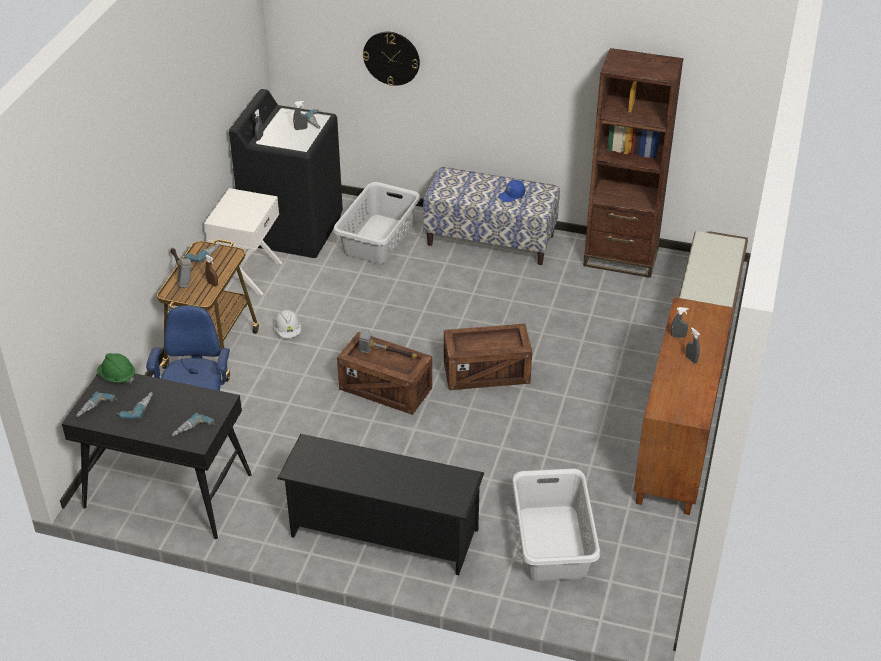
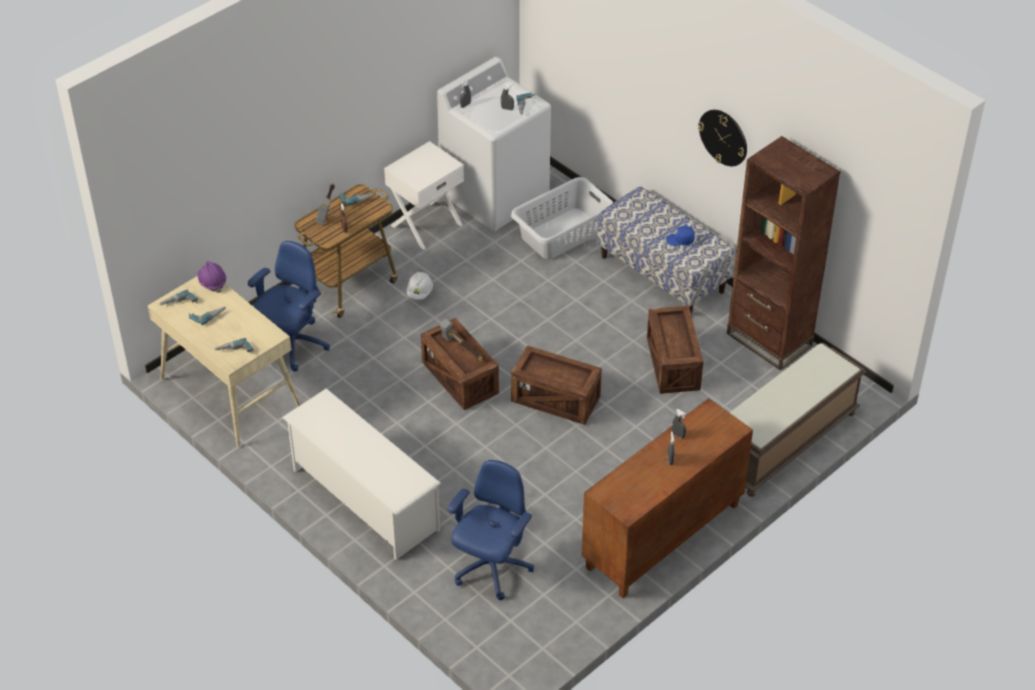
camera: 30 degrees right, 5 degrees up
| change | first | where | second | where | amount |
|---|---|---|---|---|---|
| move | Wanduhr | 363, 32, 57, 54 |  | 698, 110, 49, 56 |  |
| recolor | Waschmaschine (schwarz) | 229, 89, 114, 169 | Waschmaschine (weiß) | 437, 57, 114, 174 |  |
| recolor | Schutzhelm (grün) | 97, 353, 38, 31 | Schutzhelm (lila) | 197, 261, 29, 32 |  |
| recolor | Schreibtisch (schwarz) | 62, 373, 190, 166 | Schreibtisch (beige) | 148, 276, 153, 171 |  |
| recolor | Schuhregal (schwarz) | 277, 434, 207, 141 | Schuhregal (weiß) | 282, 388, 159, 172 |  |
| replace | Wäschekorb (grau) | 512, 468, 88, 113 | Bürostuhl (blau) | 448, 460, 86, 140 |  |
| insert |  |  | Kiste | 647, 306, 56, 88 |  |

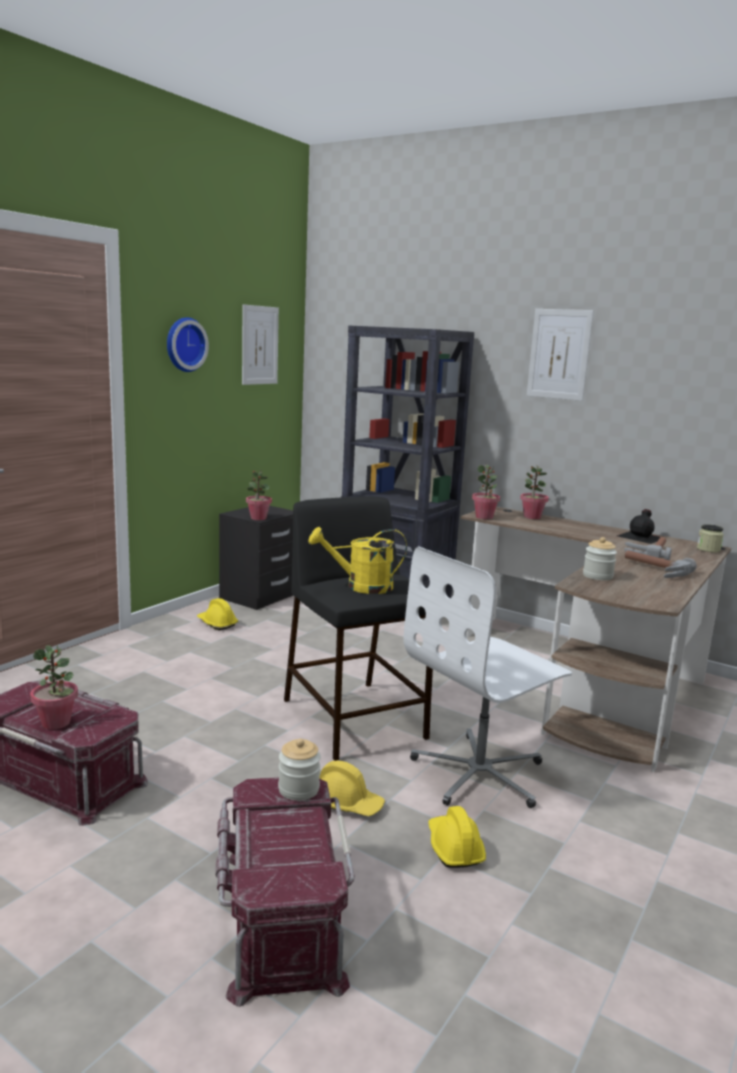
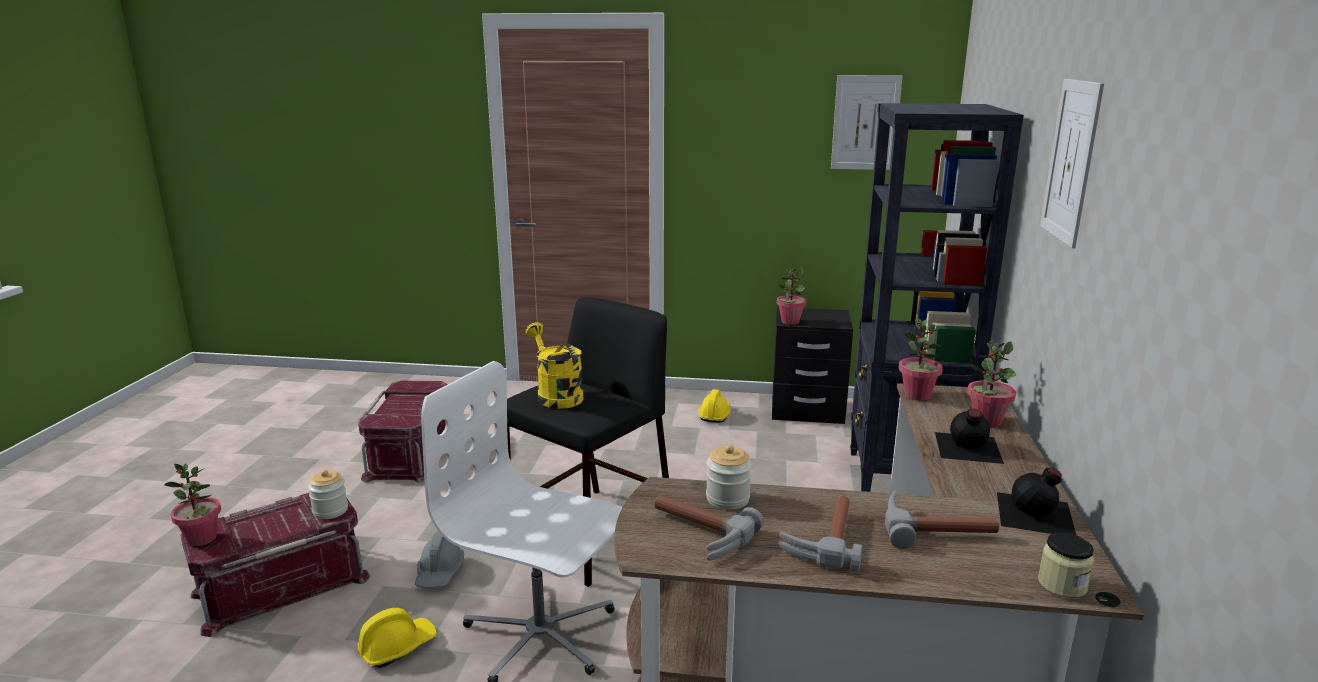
camera: 65 degrees right, 5 degrees up
| change | first | where | second | where | amount |
|---|---|---|---|---|---|
| delete | Wanduhr | 167, 317, 42, 55 |  |  |  |
| move | Topfpflanze | 30, 645, 48, 84 |  | 164, 463, 57, 83 |  |
| recolor | Schutzhelm (gelb) | 319, 761, 66, 55 | Schutzhelm (grau) | 415, 531, 49, 57 |  |
| insert |  |  | Flasche (schwarz) | 935, 409, 69, 55 |  |
| insert |  |  | Hammer | 655, 495, 109, 66 |  |

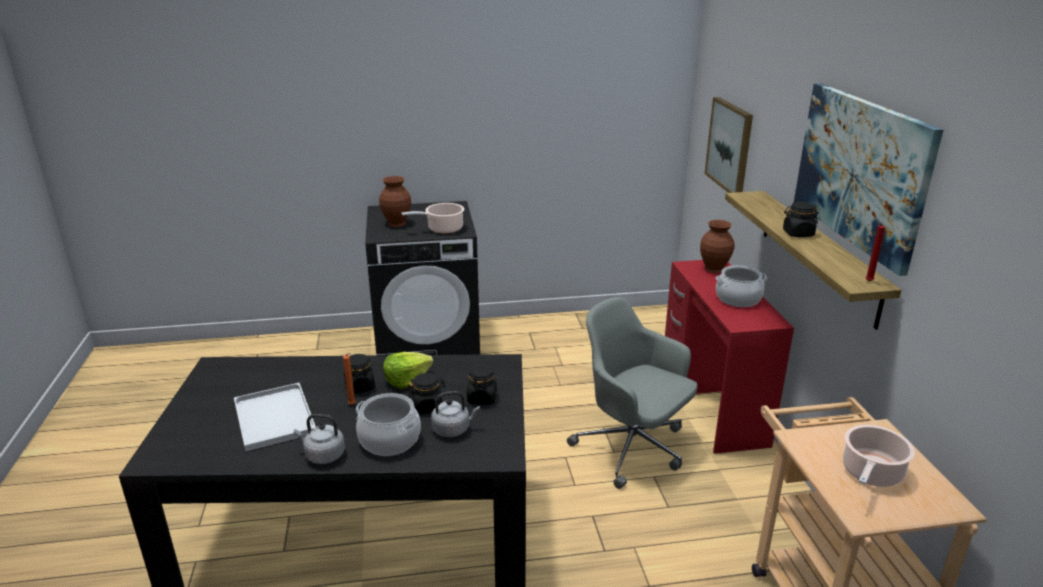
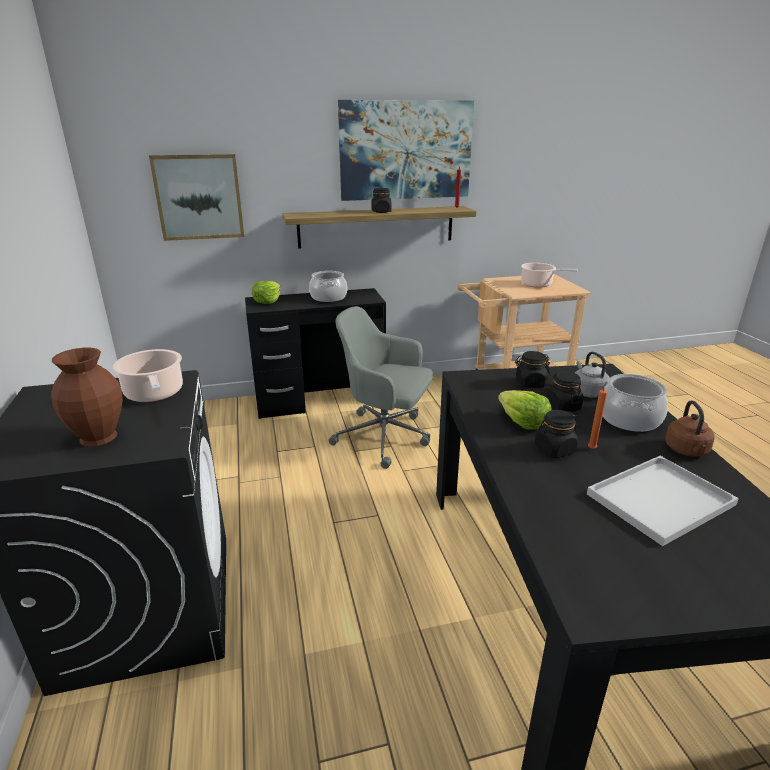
camera: 95 degrees left, 0 degrees up
| change | first | where | second | where | amount |
|---|---|---|---|---|---|
| replace | Vase (braun) | 700, 220, 34, 53 | Salatkopf | 252, 281, 29, 23 |  |
| recolor | Schreibtisch (rot) | 665, 260, 129, 194 | Schreibtisch (schwarz) | 245, 288, 141, 131 |  |
| rotate | Bürostuhl (grau) | 567, 297, 131, 192 |  | 329, 306, 104, 163 | 75 degrees clockwise |
| recolor | Wasserkessel (grau) | 294, 414, 51, 50 | Wasserkessel (braun) | 665, 400, 50, 57 |  |

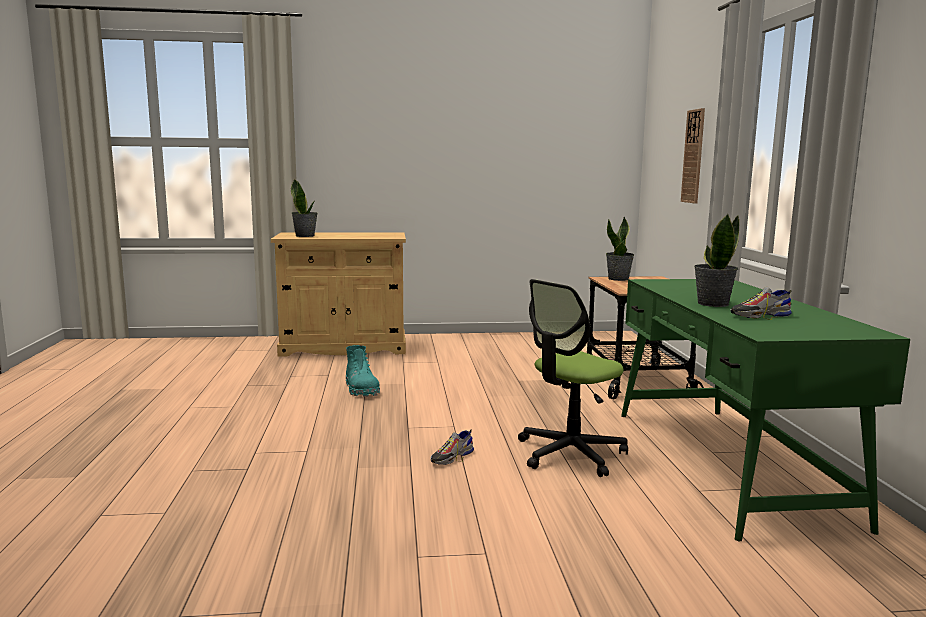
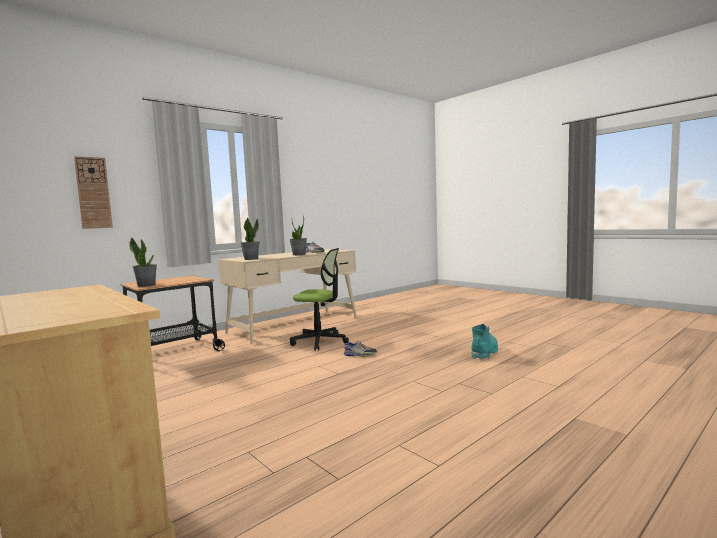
camera: 125 degrees left, 5 degrees down
| change | first | where | second | where | amount |
|---|---|---|---|---|---|
| move | Topfpflanze | 291, 179, 27, 58 |  | 241, 217, 18, 43 |  |
| recolor | Schreibtisch (grün) | 621, 279, 289, 262 | Schreibtisch (beige) | 218, 249, 139, 96 |  |
| move | Stiefel (türkis) | 346, 345, 34, 52 |  | 471, 324, 27, 36 |  |

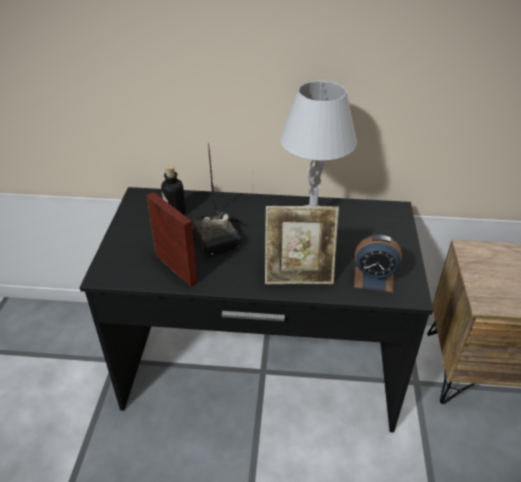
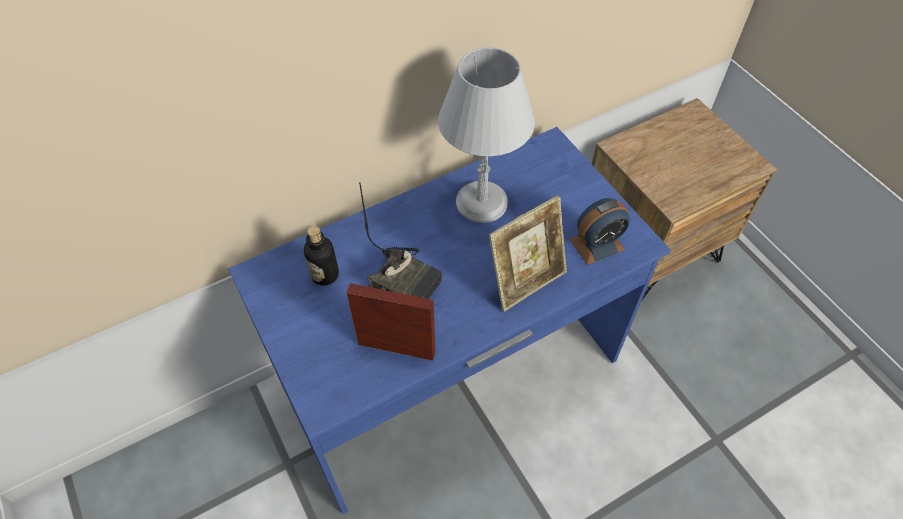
camera: 35 degrees left, 15 degrees up
| change | first | where | second | where | amount |
|---|---|---|---|---|---|
| recolor | Schreibtisch (schwarz) | 80, 187, 353, 246 | Schreibtisch (blau) | 228, 127, 443, 387 |  |

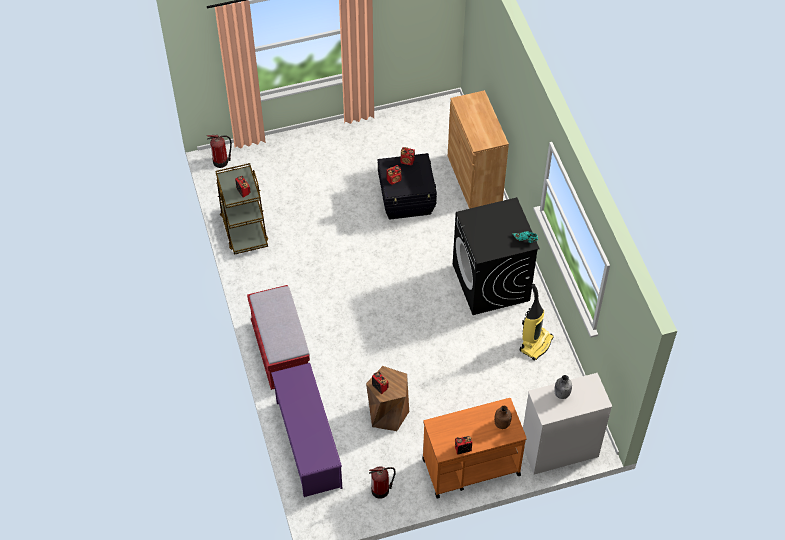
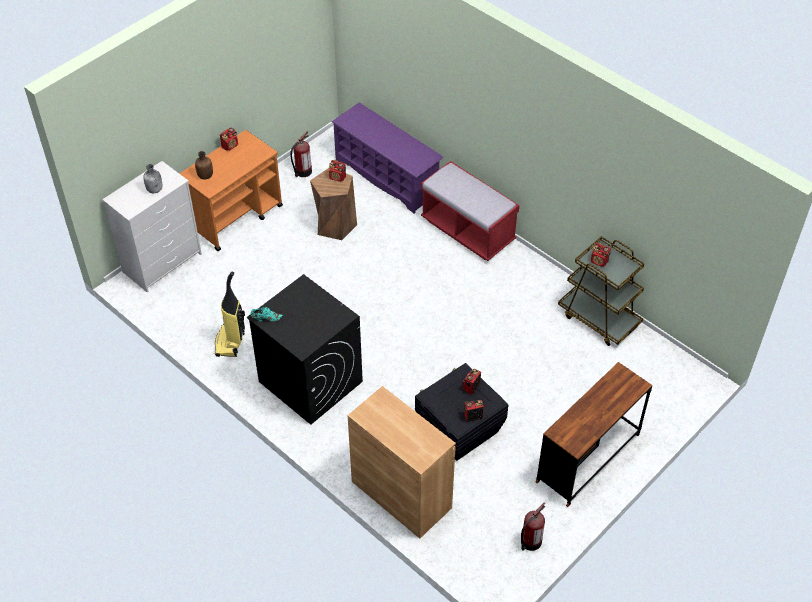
camera: 150 degrees right, 5 degrees down
| change | first | where | second | where | amount |
|---|---|---|---|---|---|
| move | Feuerlöscher | 207, 135, 25, 33 |  | 521, 502, 25, 49 |  |
| insert |  |  | Schreibtisch (braun) | 535, 362, 117, 145 |  |

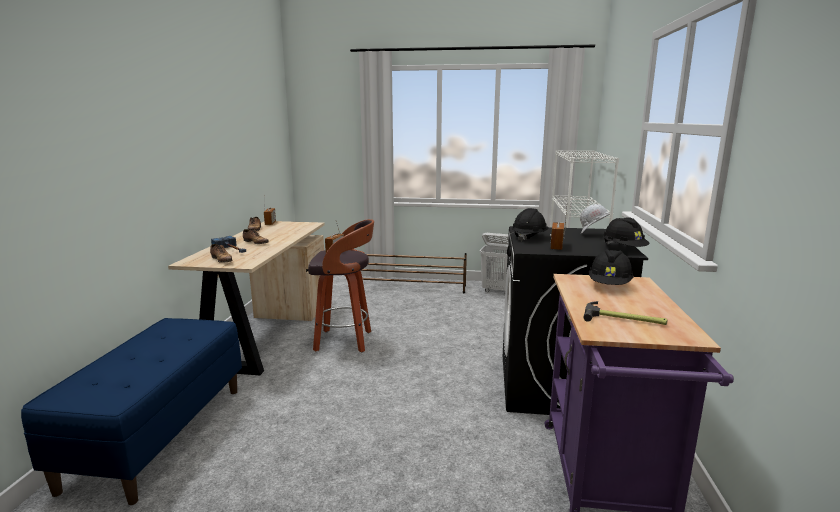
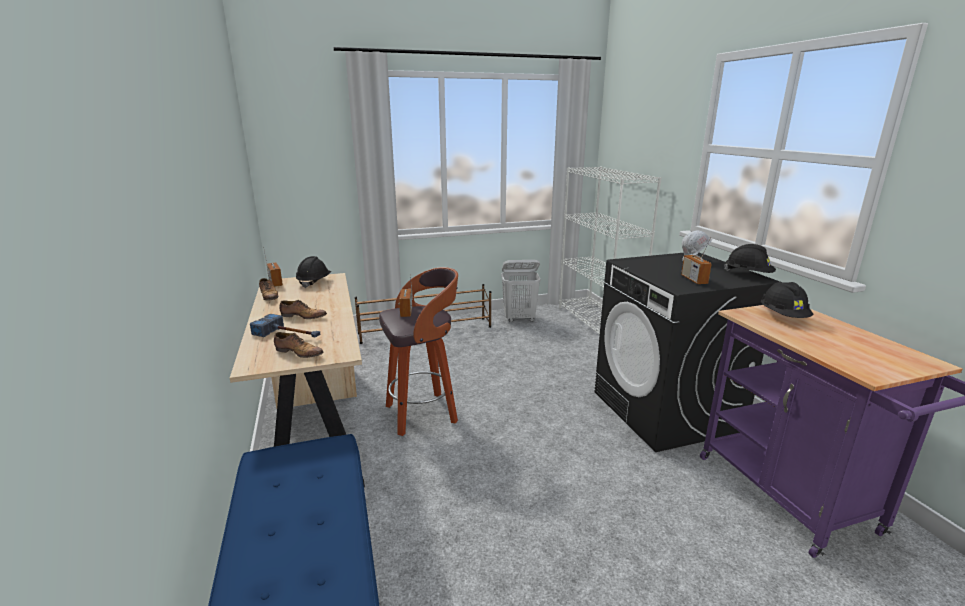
camera: 25 degrees left, 5 degrees up
| change | first | where | second | where | amount |
|---|---|---|---|---|---|
| move | Schutzhelm (schwarz) | 512, 208, 37, 33 |  | 296, 256, 35, 32 |  |
| delete | Hammer | 583, 301, 84, 24 |  |  |  |

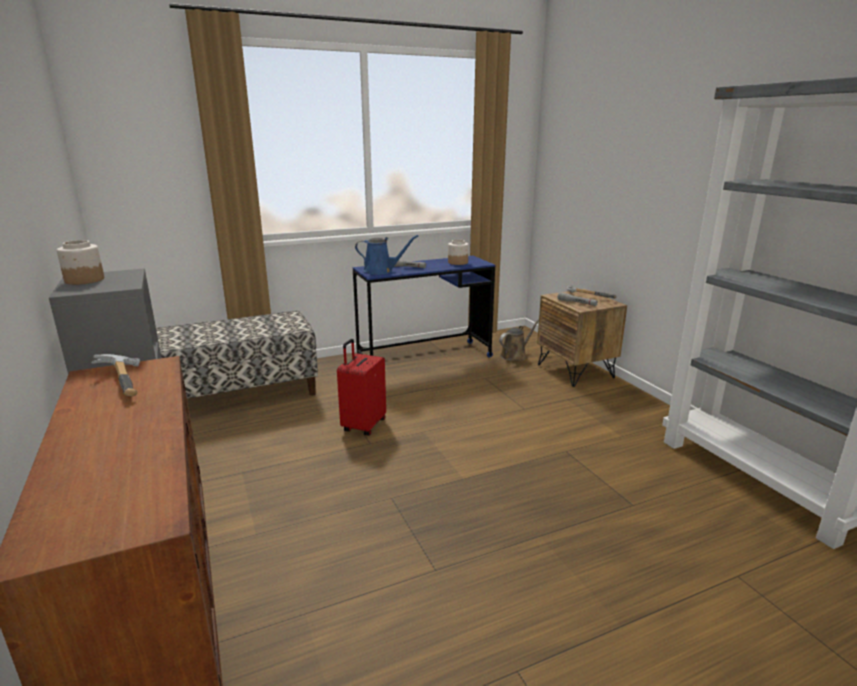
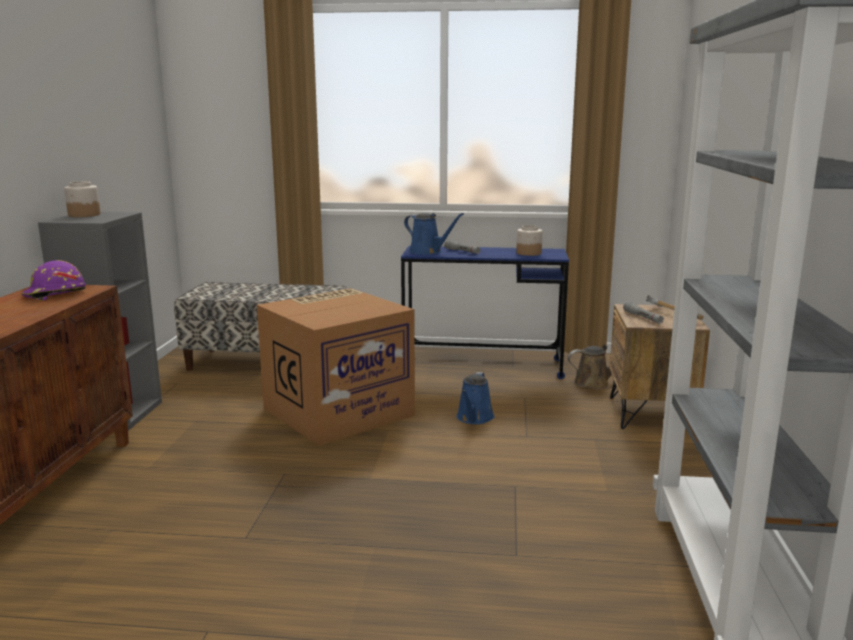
camera: 30 degrees right, 5 degrees down
| change | first | where | second | where | amount |
|---|---|---|---|---|---|
| replace | Koffer (rot) | 337, 339, 49, 97 | Karton | 257, 288, 158, 158 |  |
| replace | Hammer | 91, 354, 49, 42 | Schutzhelm (lila) | 21, 260, 65, 40 |  |
| insert |  |  | Gießkanne (blau) | 456, 372, 39, 52 |  |

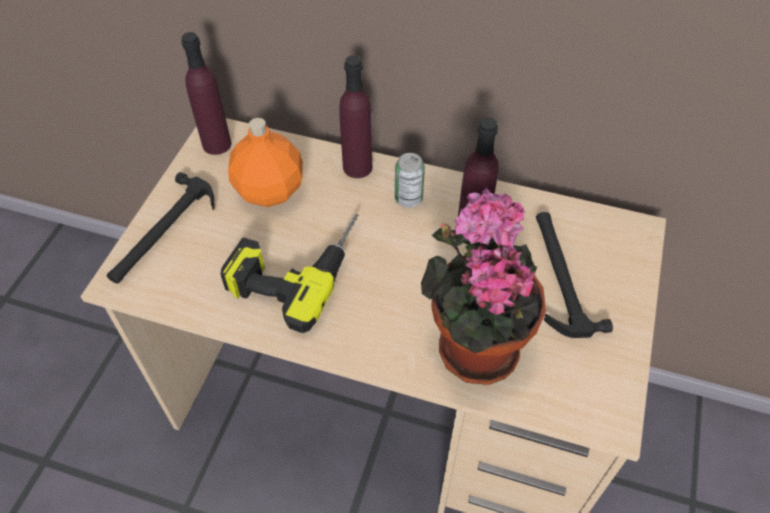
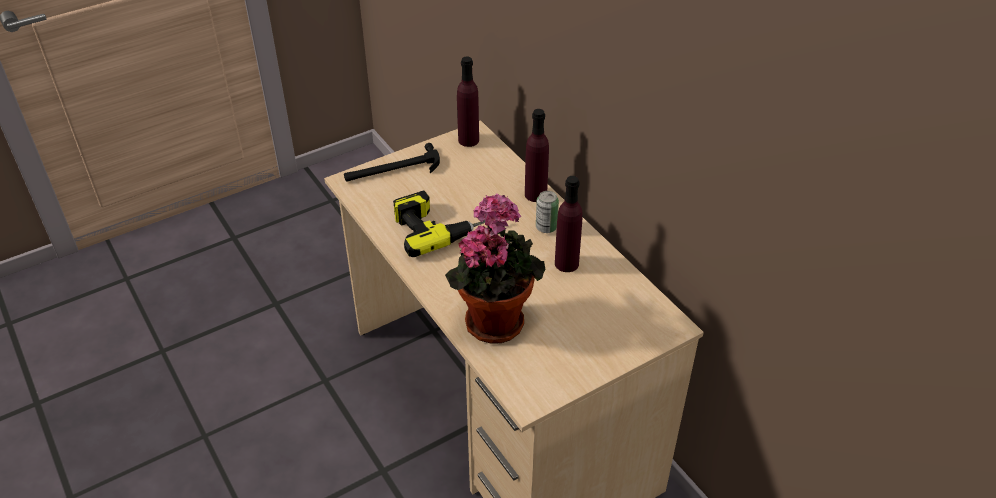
camera: 40 degrees right, 10 degrees down
| change | first | where | second | where | amount |
|---|---|---|---|---|---|
| delete | Flasche (orange) | 228, 118, 75, 89 |  |  |  |
| delete | Hammer | 536, 212, 77, 126 |  |  |  |

